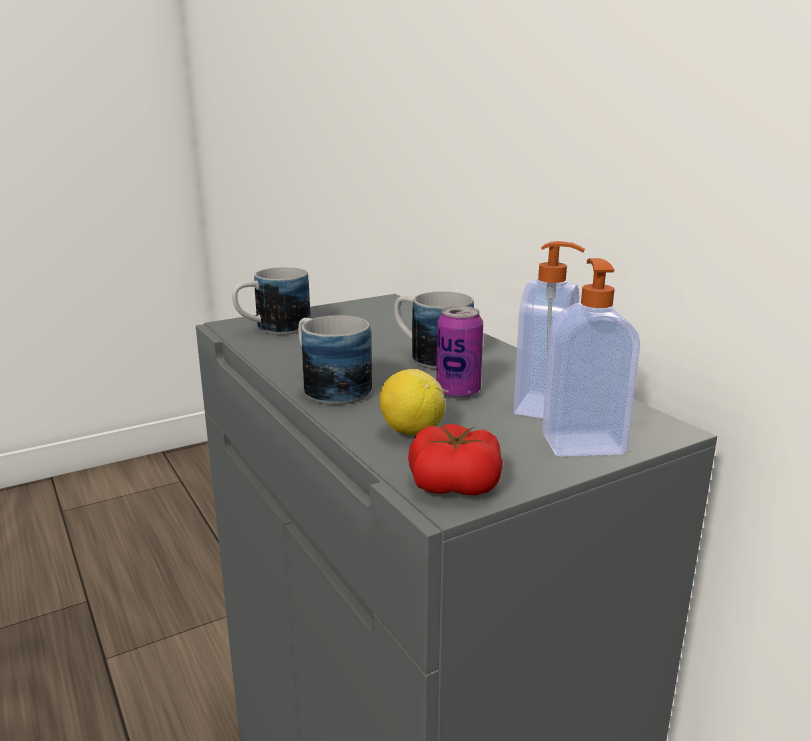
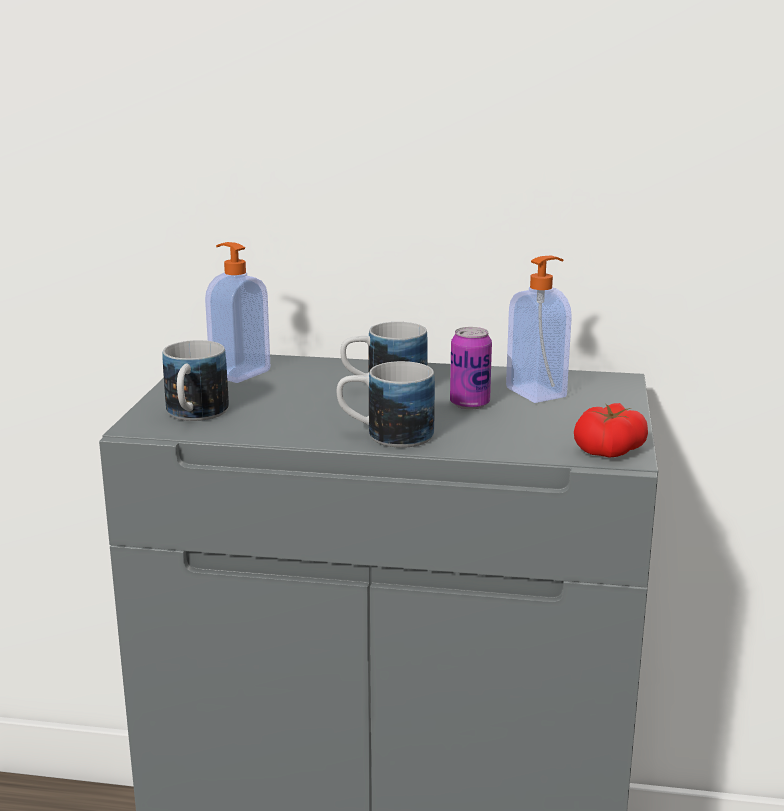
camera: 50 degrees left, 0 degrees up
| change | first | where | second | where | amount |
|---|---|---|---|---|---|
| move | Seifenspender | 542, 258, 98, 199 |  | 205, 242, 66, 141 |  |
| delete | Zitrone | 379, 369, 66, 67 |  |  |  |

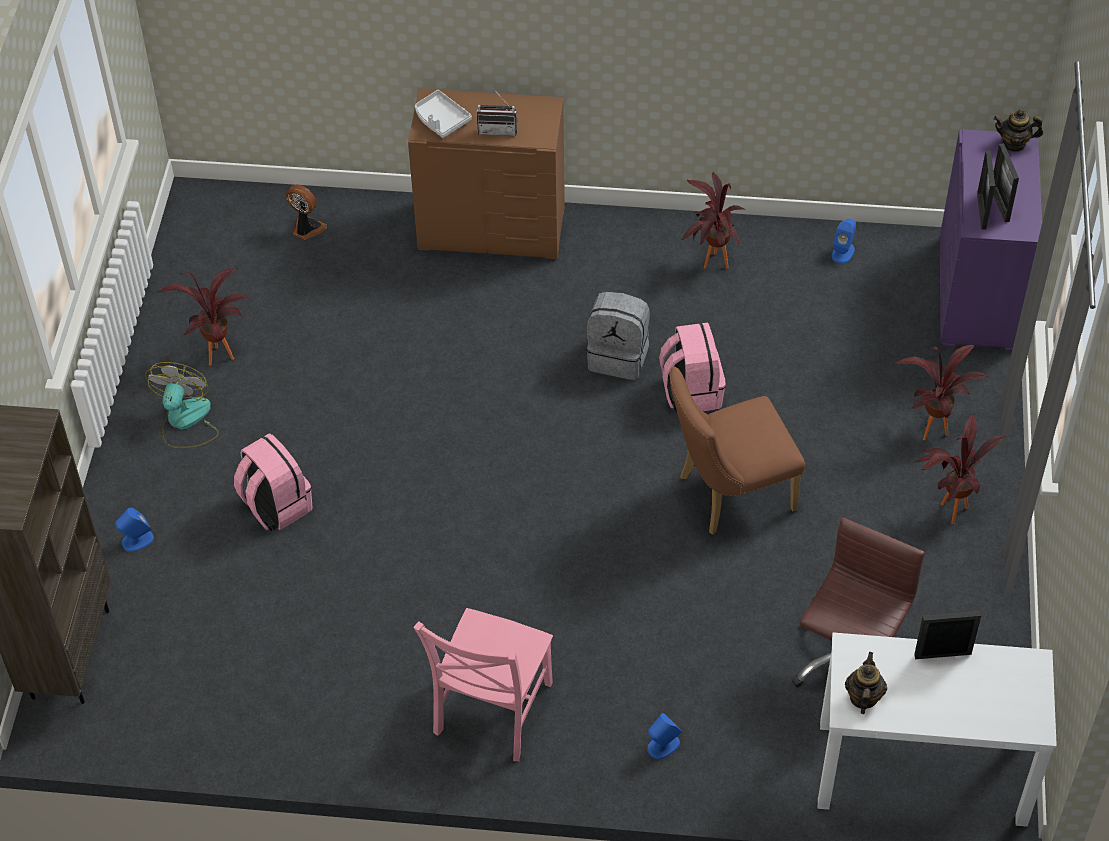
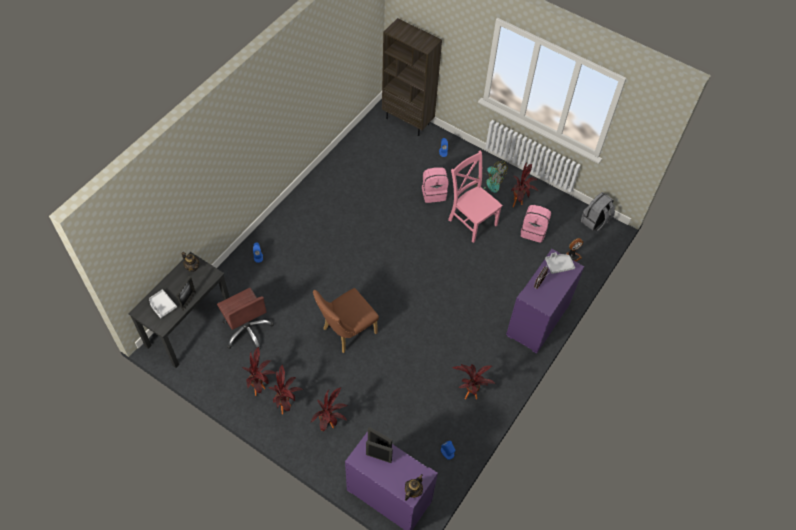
camera: 115 degrees right, 5 degrees up
| change | first | where | second | where | amount |
|---|---|---|---|---|---|
| recolor | Kommode (braun) | 408, 88, 157, 171 | Kommode (lila) | 506, 249, 78, 105 |  |
| move | Rucksack (grau) | 587, 292, 63, 88 |  | 581, 192, 34, 39 |  |
| move | Rucksack (rosa) | 659, 323, 67, 88 |  | 520, 205, 31, 38 |  |
| rotate | Stuhl (braun) | 669, 367, 136, 168 |  | 313, 288, 66, 65 | 135 degrees counterclockwise |
| move | Stuhl (rosa) | 413, 608, 140, 153 |  | 448, 151, 55, 92 |  |
| recolor | Schreibtisch (weiß) | 818, 632, 239, 195 | Schreibtisch (schwarz) | 128, 252, 101, 116 |  |
| insert |  |  | Tablett (grau) | 149, 290, 28, 28 |  |
| insert |  |  | Topfpflanze | 242, 347, 34, 49 |  |

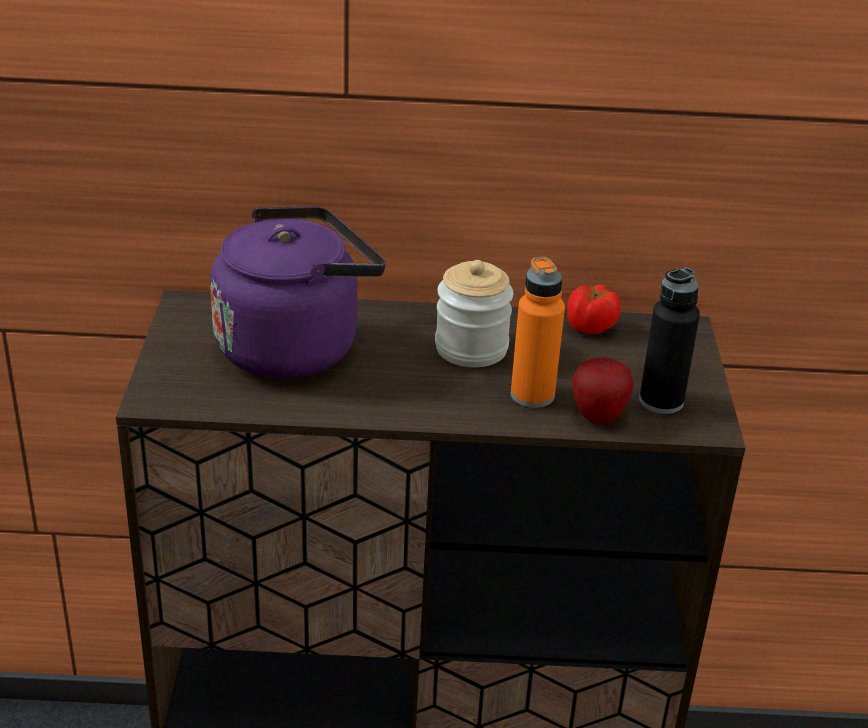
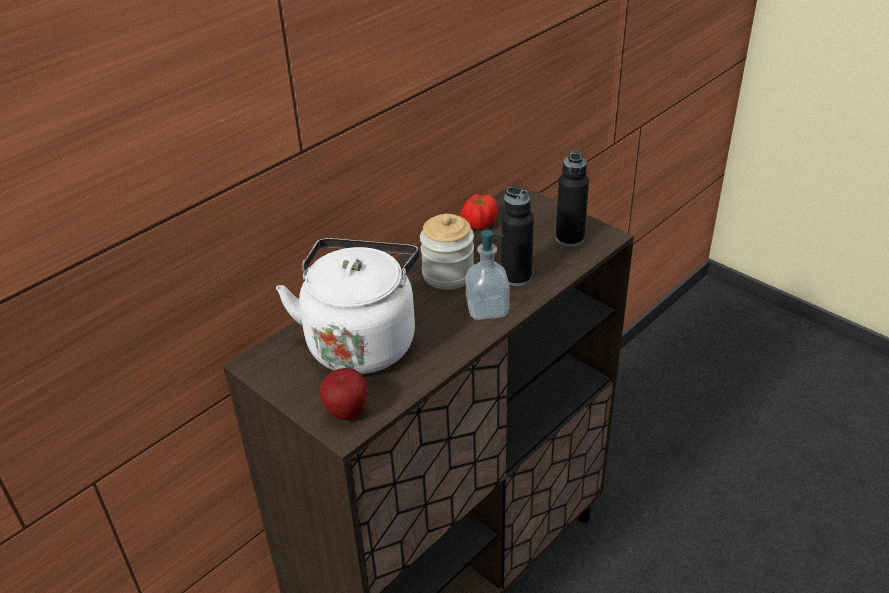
camera: 45 degrees left, 5 degrees up
| change | first | where | second | where | amount |
|---|---|---|---|---|---|
| recolor | Wasserkessel (lila) | 210, 207, 176, 172 | Wasserkessel (weiß) | 276, 238, 143, 136 |  |
| recolor | Flasche (orange) | 511, 257, 54, 151 | Flasche (schwarz) | 502, 187, 32, 99 |  |
| move | Apfel | 572, 358, 62, 66 |  | 319, 368, 48, 52 |  |
| insert |  |  | Seifenspender | 465, 230, 45, 90 |  |

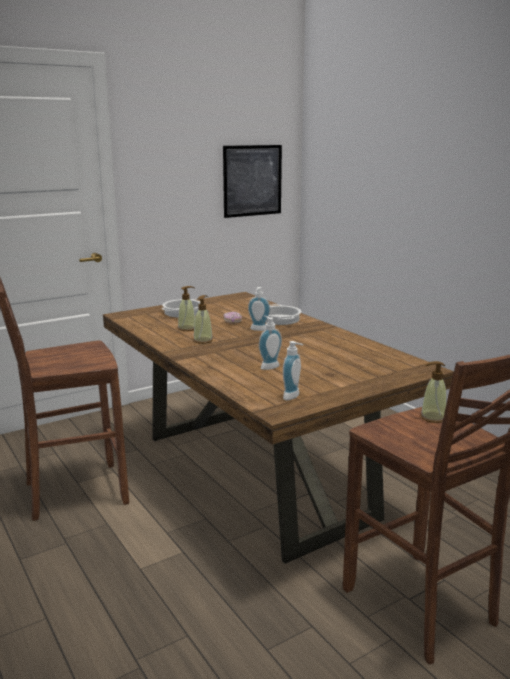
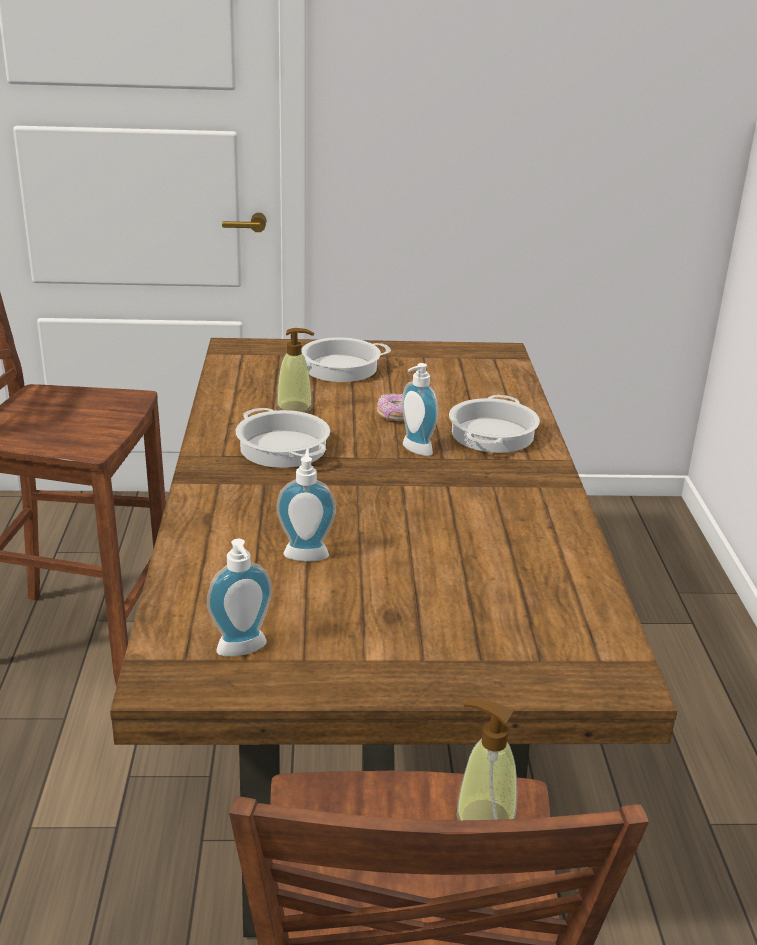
camera: 30 degrees right, 10 degrees up
| change | first | where | second | where | amount |
|---|---|---|---|---|---|
| delete | Bild | 223, 145, 59, 73 |  |  |  |
| replace | Seifenspender | 193, 295, 20, 49 | Kochtopf | 236, 408, 94, 60 |  |

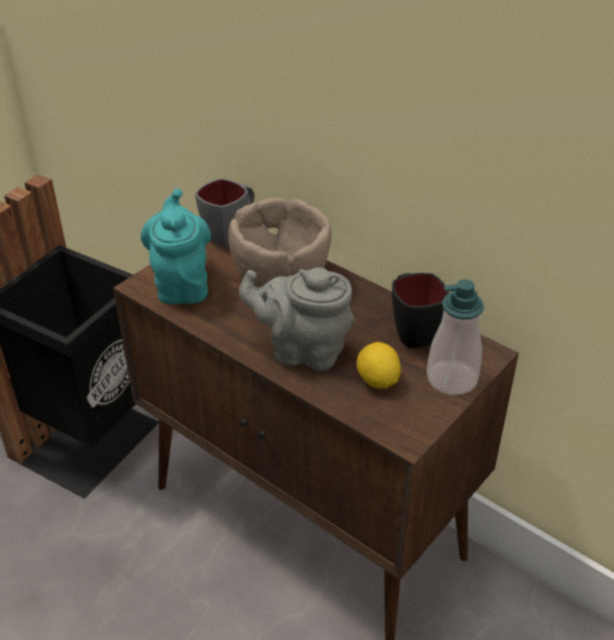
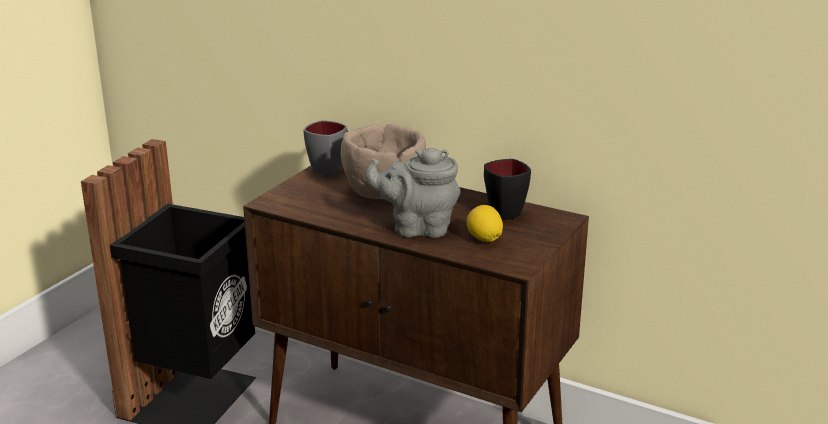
camera: 10 degrees left, 15 degrees down
| change | first | where | second | where | amount |
|---|---|---|---|---|---|
| delete | Teekanne (türkis) | 141, 188, 70, 116 |  |  |  |
| delete | Seifenspender | 427, 279, 57, 116 |  |  |  |

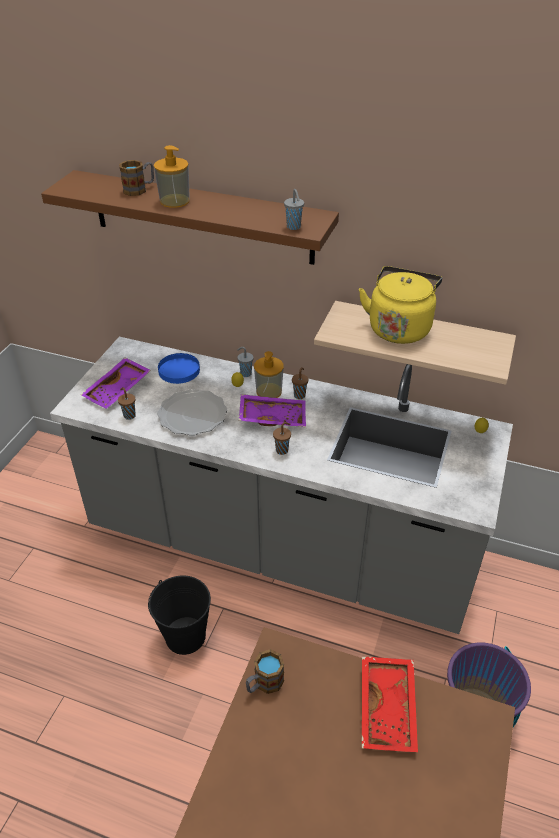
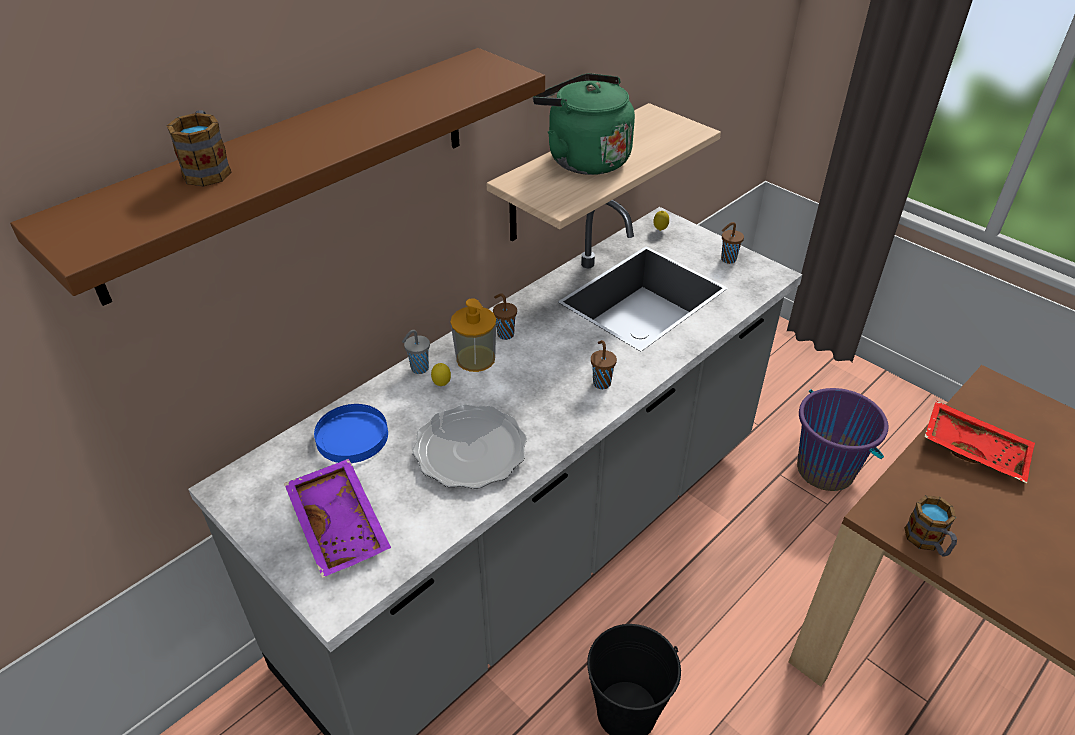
camera: 65 degrees left, 0 degrees up
| change | first | where | second | where | amount |
|---|---|---|---|---|---|
| delete | Seifenspender | 154, 145, 36, 63 |  |  |  |
| delete | Tasse (grau) | 284, 189, 20, 41 |  |  |  |
| recolor | Wasserkessel (gelb) | 359, 266, 83, 78 | Wasserkessel (grün) | 533, 73, 102, 102 |  |
| move | Tasse (braun) | 118, 387, 18, 33 |  | 721, 222, 23, 42 |  |
| delete | Tablett (lila) | 239, 394, 67, 33 |  |  |  |

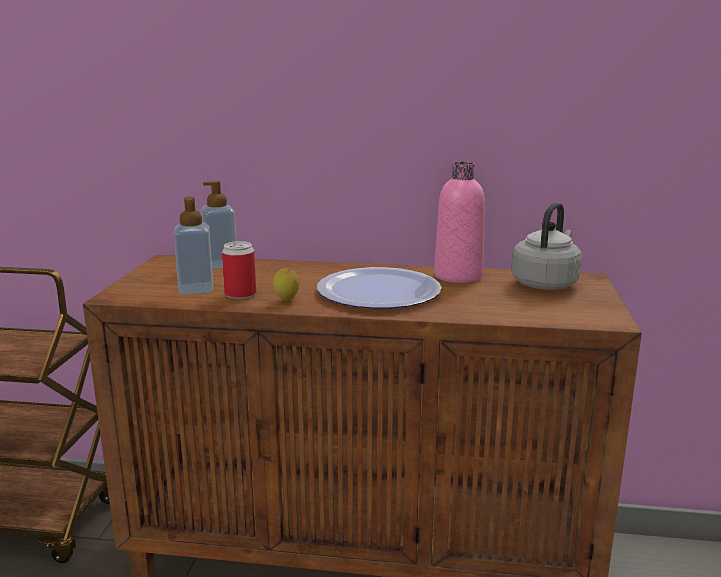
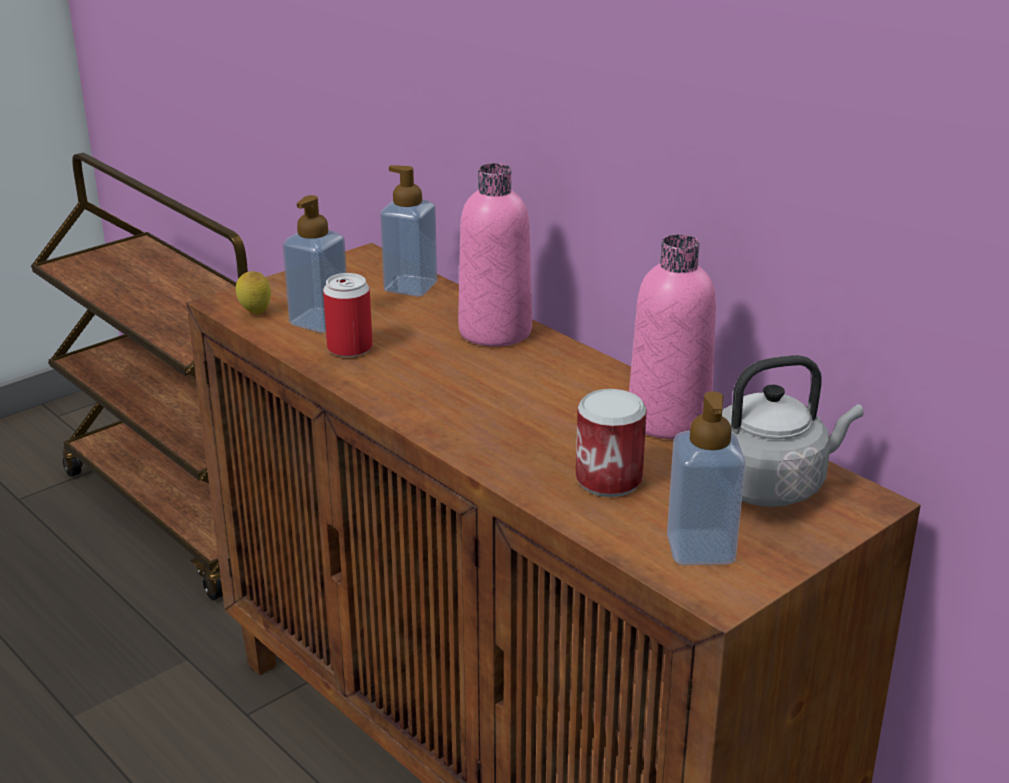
camera: 40 degrees right, 10 degrees up
| change | first | where | second | where | amount |
|---|---|---|---|---|---|
| delete | Teller | 317, 267, 125, 42 |  |  |  |
| move | Zitrone | 273, 268, 26, 33 |  | 236, 271, 35, 43 |  |
| insert |  |  | Flasche (rosa) | 458, 163, 74, 184 |  |
| insert |  |  | Dose | 576, 389, 71, 108 |  |
| insert |  |  | Seifenspender | 667, 391, 79, 174 |  |

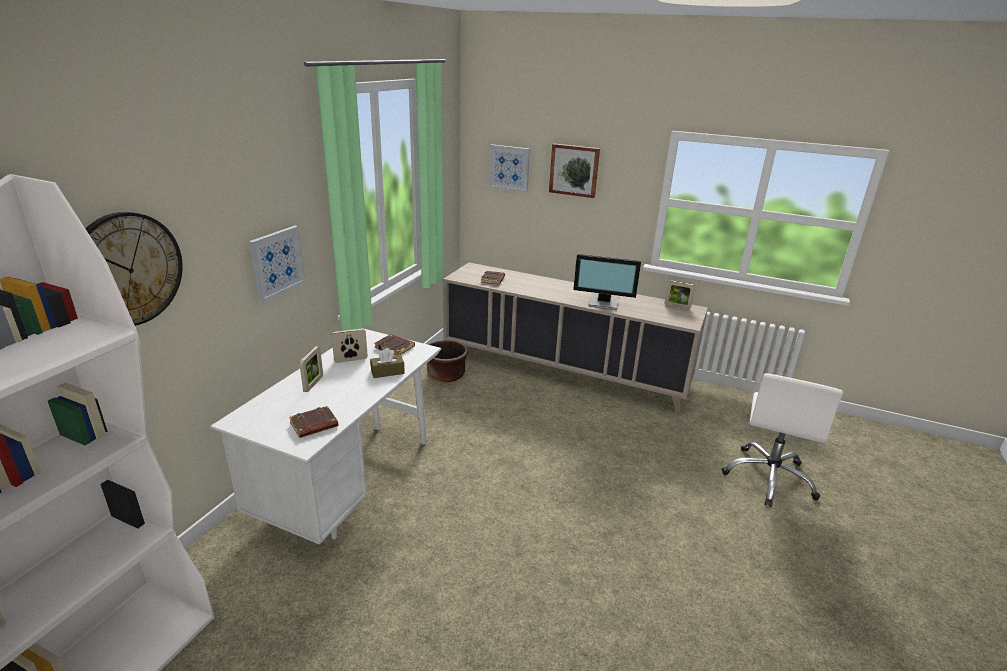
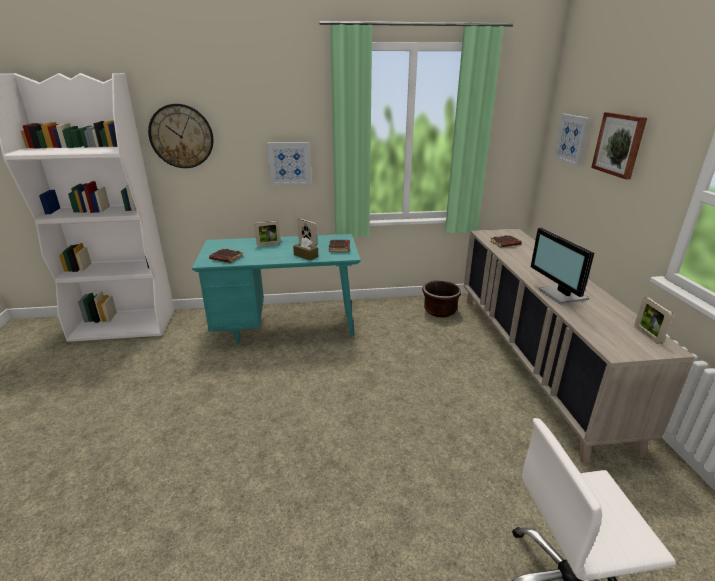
camera: 60 degrees right, 0 degrees up
| change | first | where | second | where | amount |
|---|---|---|---|---|---|
| recolor | Schreibtisch (weiß) | 211, 328, 230, 217 | Schreibtisch (türkis) | 192, 234, 169, 109 |  |

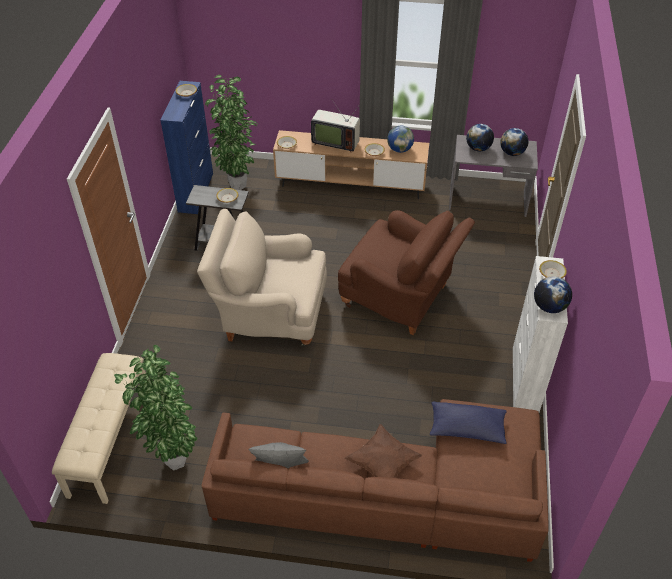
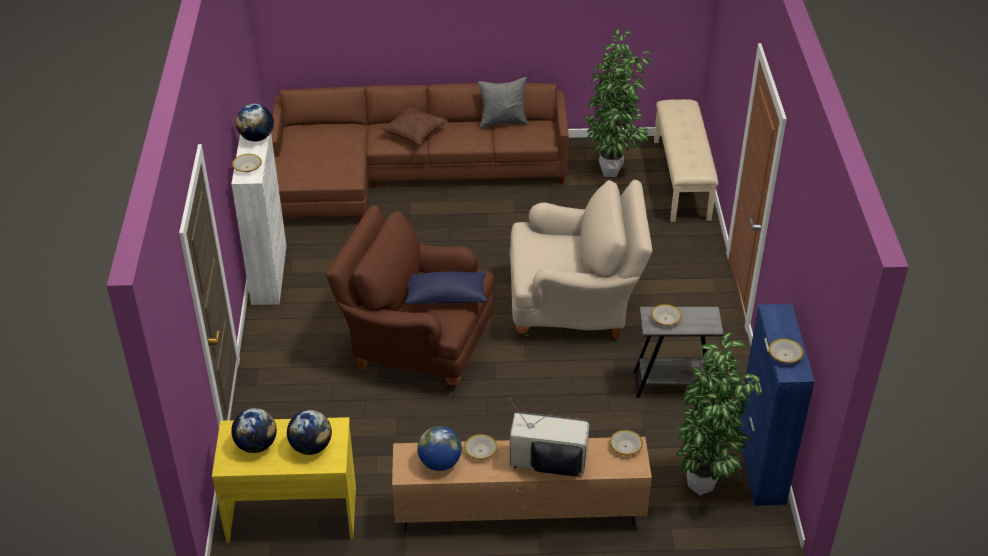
camera: 170 degrees right, 5 degrees down
| change | first | where | second | where | amount |
|---|---|---|---|---|---|
| recolor | Schreibtisch (grau) | 449, 135, 89, 82 | Schreibtisch (gelb) | 212, 417, 144, 126 |  |
| move | Kissen (blau) | 430, 401, 77, 43 |  | 405, 272, 83, 33 |  |

